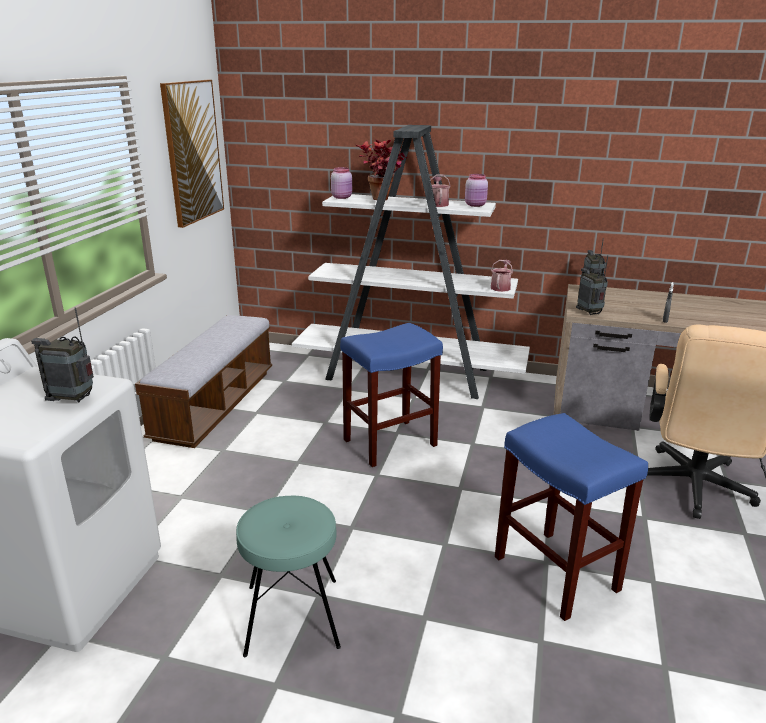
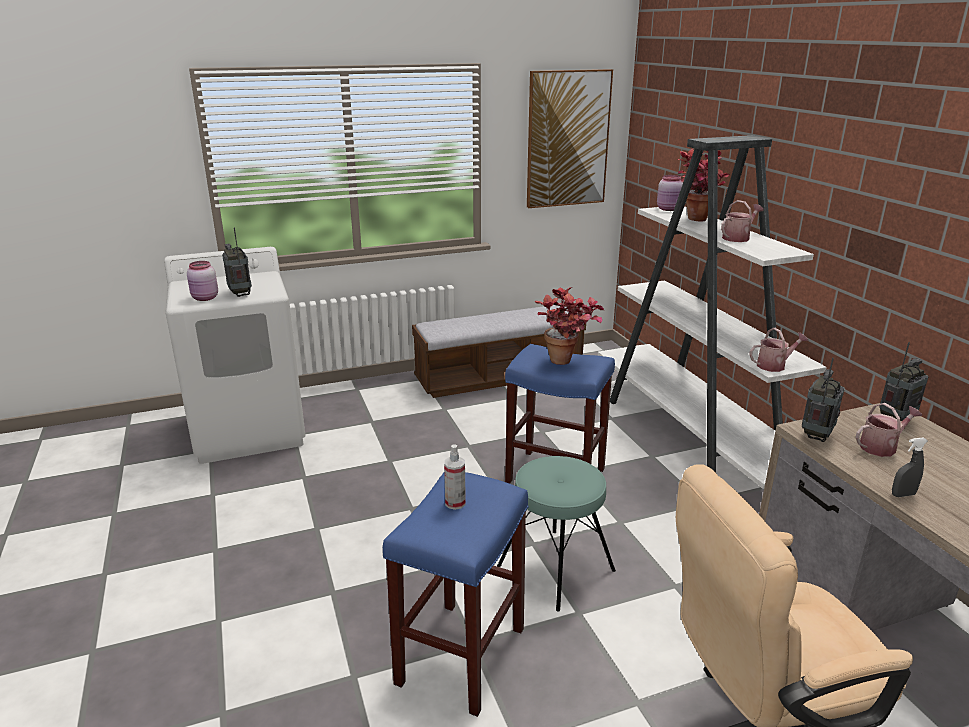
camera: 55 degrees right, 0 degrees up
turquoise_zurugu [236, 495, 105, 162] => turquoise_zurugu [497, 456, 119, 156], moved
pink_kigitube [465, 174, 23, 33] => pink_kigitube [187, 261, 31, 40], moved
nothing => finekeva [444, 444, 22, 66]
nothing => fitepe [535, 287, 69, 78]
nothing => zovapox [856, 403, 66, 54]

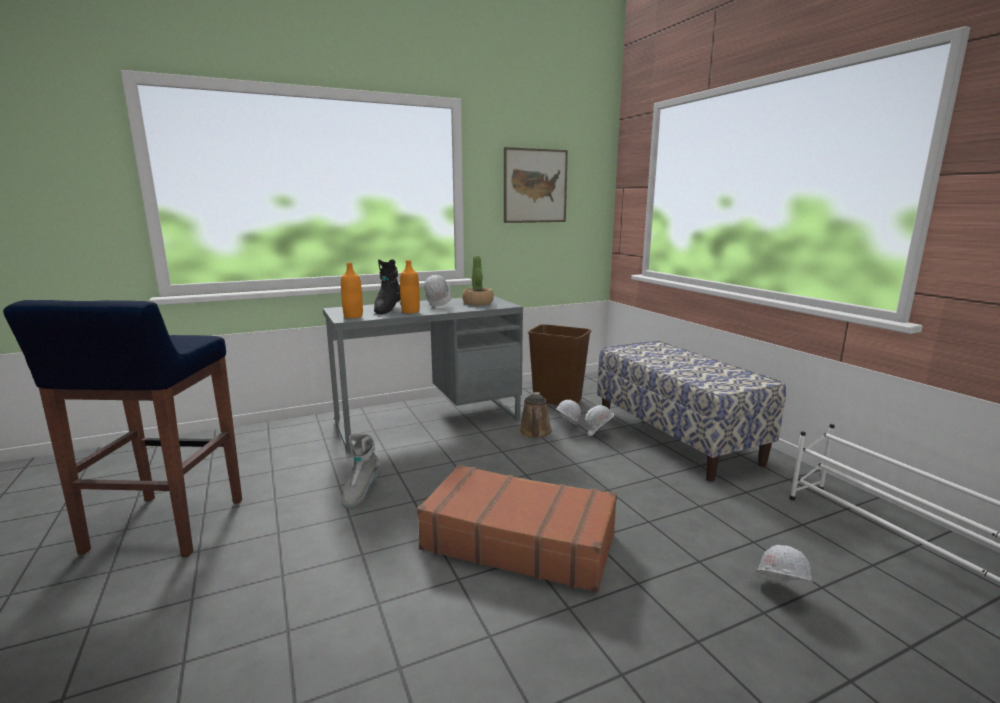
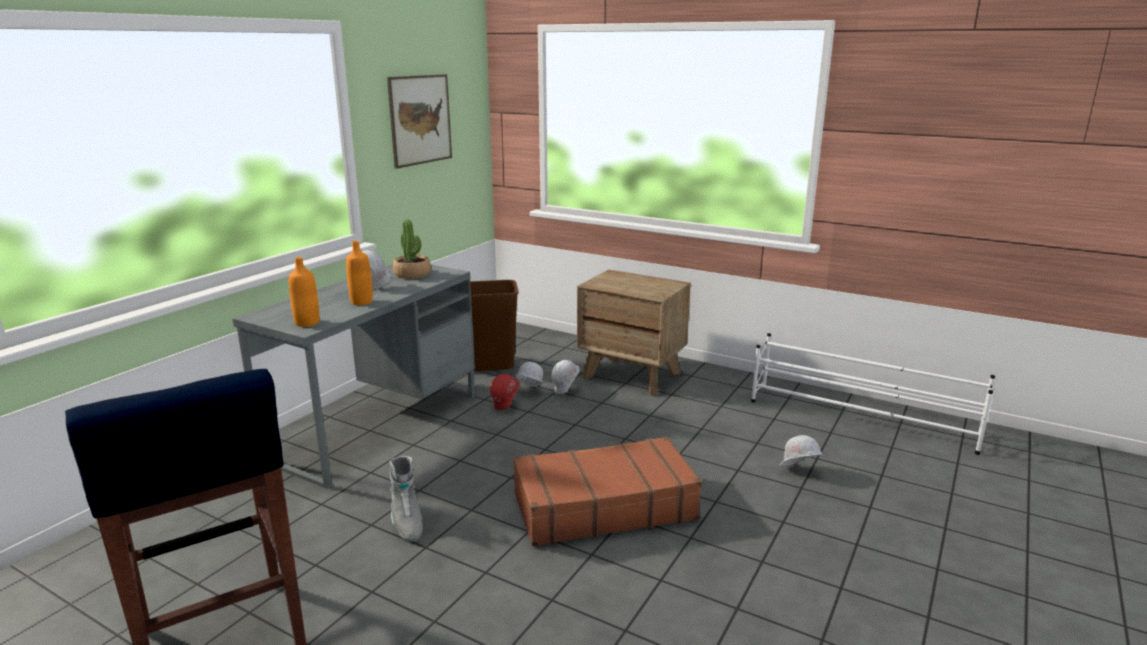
camera: 35 degrees left, 5 degrees up
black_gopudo [374, 259, 26, 55] => nothing
brown_zovapox [519, 392, 33, 46] => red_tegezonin [490, 374, 29, 36]
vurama [597, 341, 189, 141] => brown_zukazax [577, 270, 114, 125]

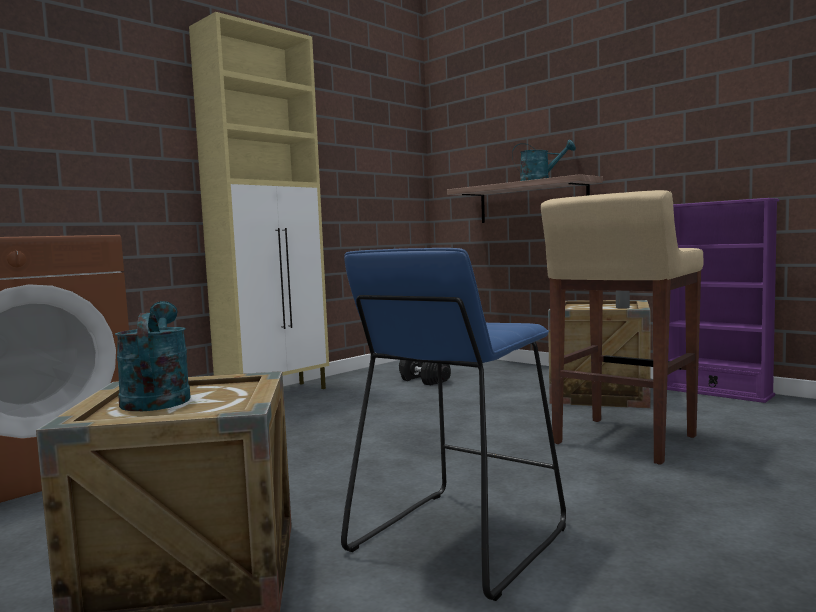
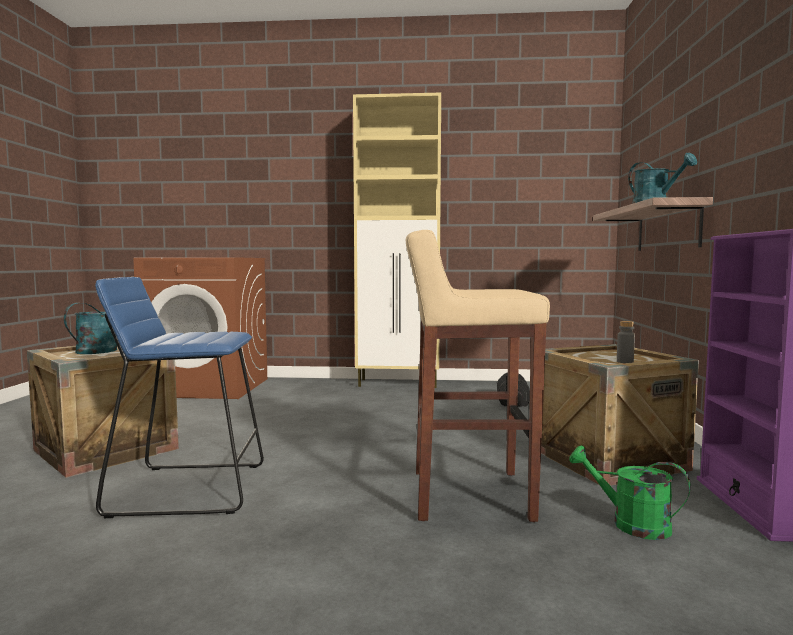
camera: 50 degrees right, 0 degrees up
nothing => green_zovapox [569, 446, 121, 94]

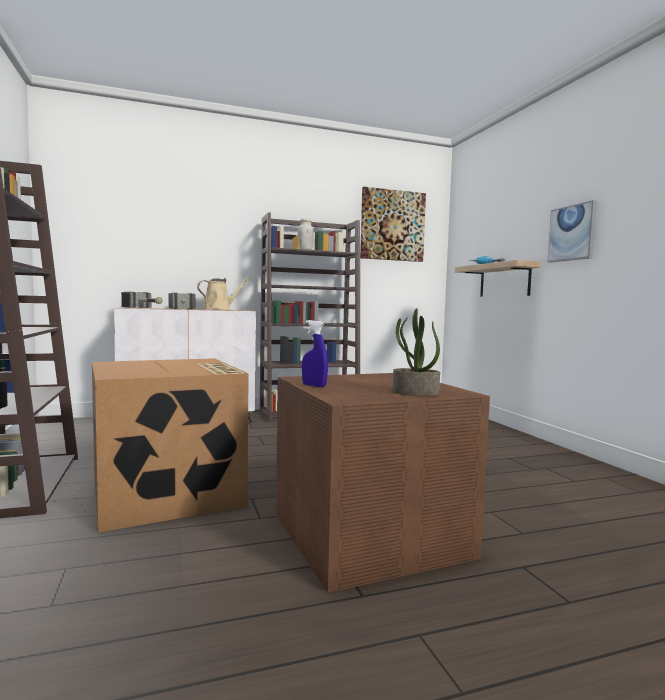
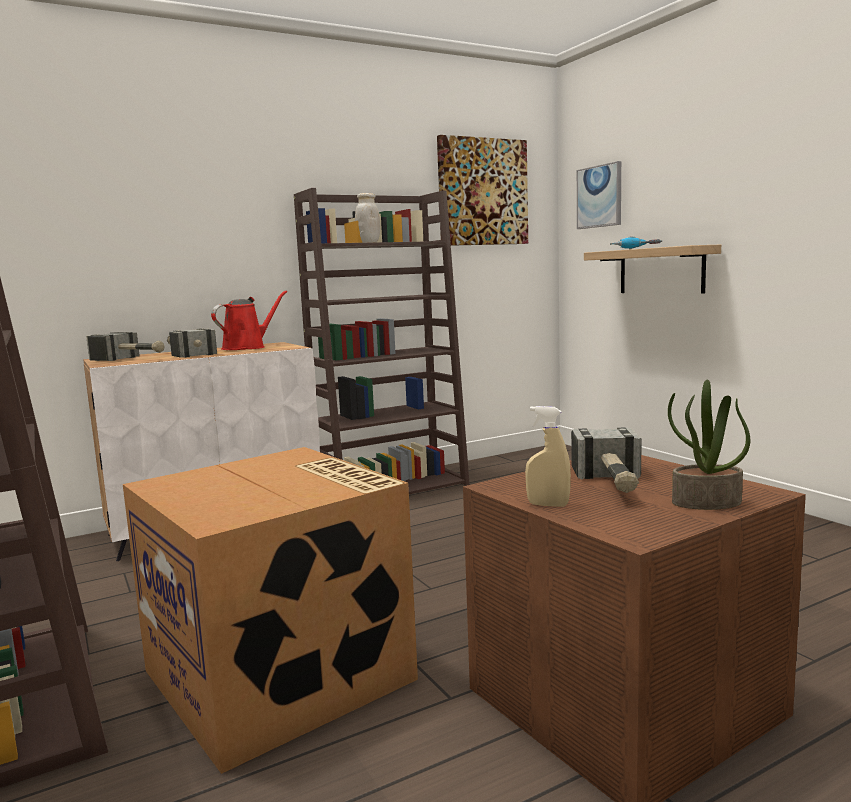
camera: 10 degrees left, 5 degrees up
beige_zovapox [197, 277, 54, 33] => red_zovapox [211, 291, 76, 59]
blue_finekeva [302, 320, 26, 67] => beige_finekeva [525, 406, 46, 101]
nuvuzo [548, 200, 49, 63] => nuvuzo [577, 161, 44, 68], moved
nothing => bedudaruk [571, 427, 71, 66]

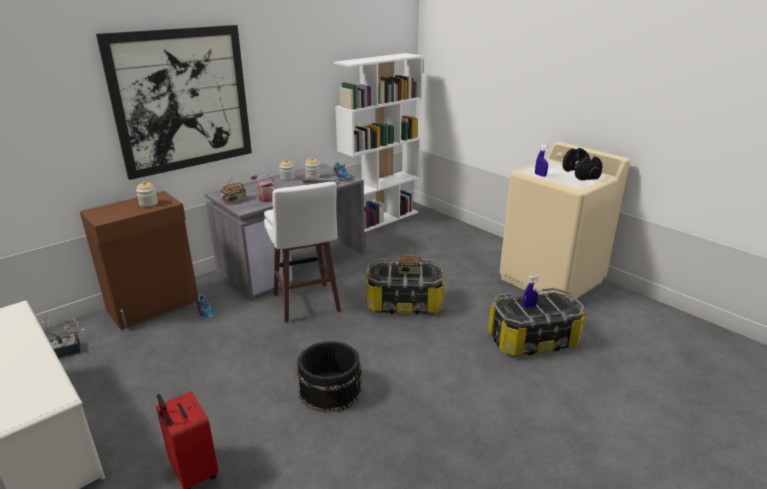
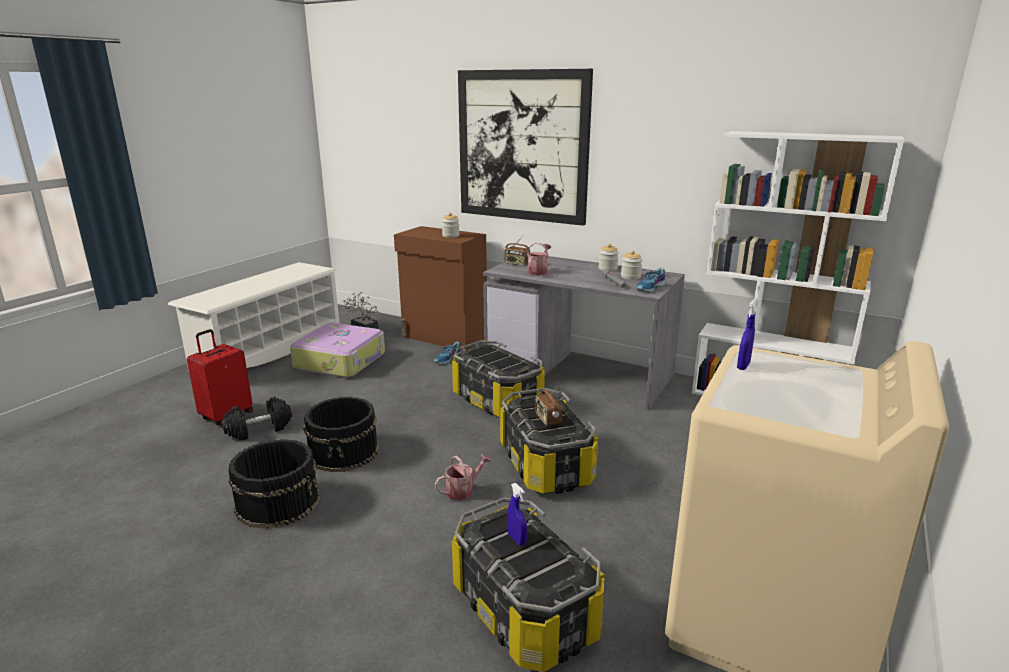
camera: 70 degrees right, 5 degrees down
white_zurugu [264, 182, 77, 141] => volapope [452, 341, 93, 77]
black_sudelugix [562, 148, 40, 32] => black_sudelugix [221, 397, 71, 44], moved
nothing => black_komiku [228, 439, 92, 90]
nothing => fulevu [290, 323, 95, 55]
nothing => zovapox [435, 454, 56, 46]

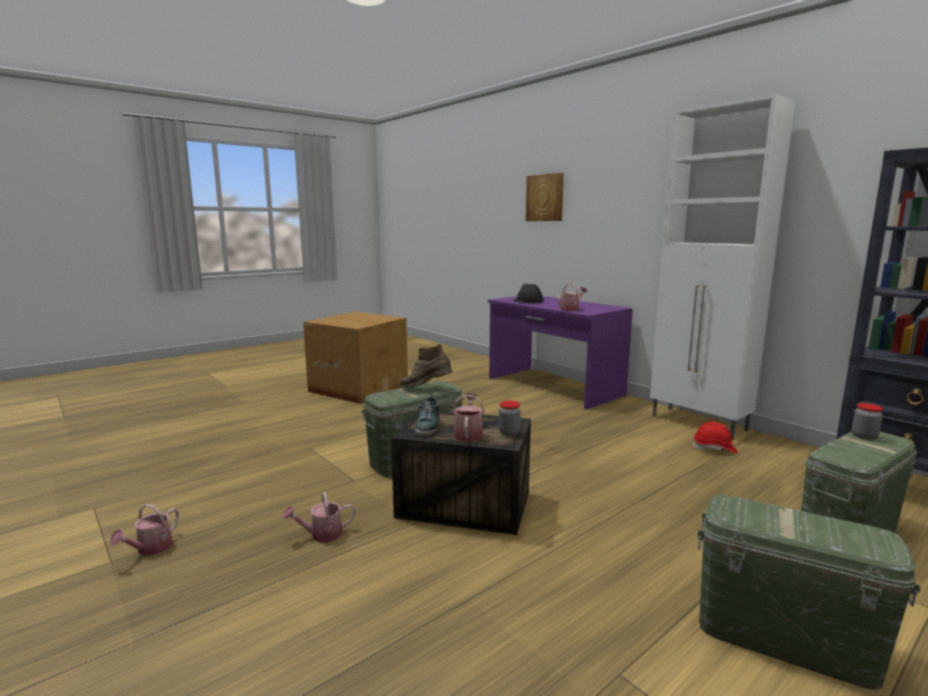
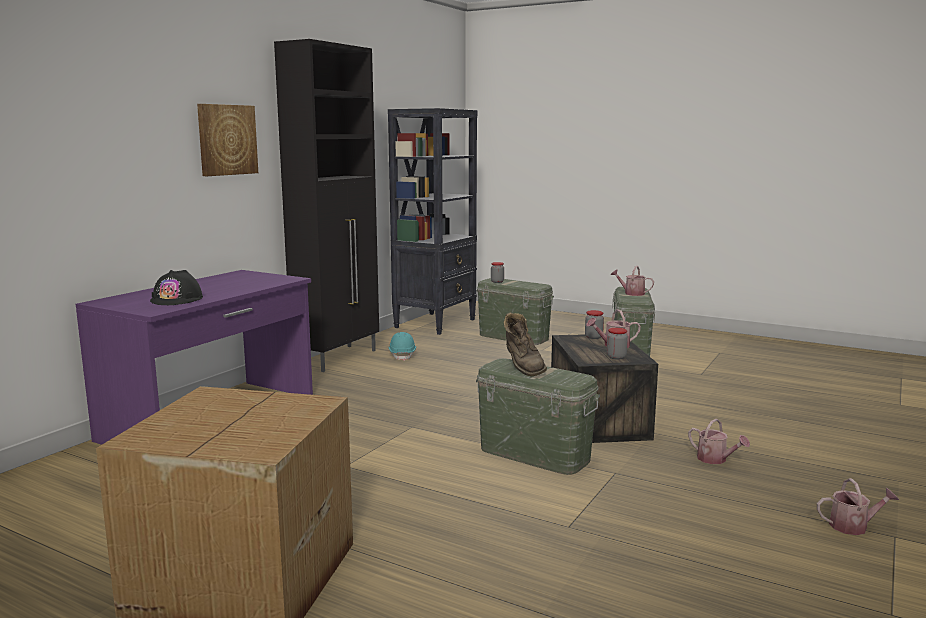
camera: 110 degrees left, 0 degrees up
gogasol [415, 395, 24, 41] => kigitube [607, 328, 21, 31]
nuvuzo [526, 173, 38, 48] => nuvuzo [197, 104, 61, 72], moved
zovapox [558, 284, 29, 27] => zovapox [611, 266, 43, 30], moved
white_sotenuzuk [650, 94, 145, 346] => black_sotenuzuk [274, 39, 105, 333]
red_tegezonin [693, 422, 45, 32] => turquoise_tegezonin [388, 332, 28, 29]

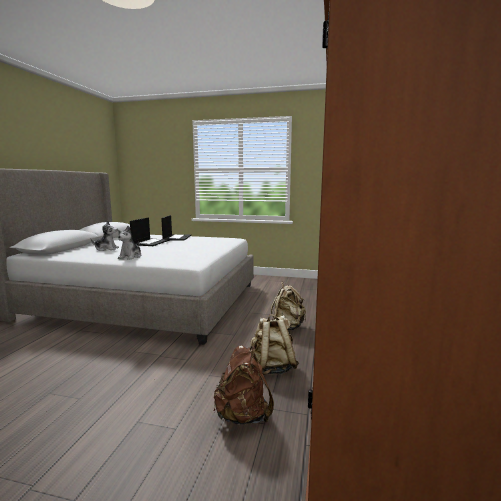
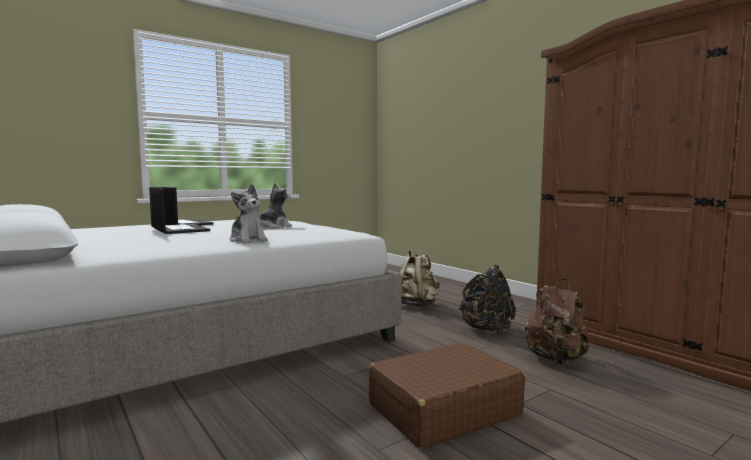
camera: 50 degrees left, 5 degrees down
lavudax [90, 221, 29, 30] => lavudax [260, 183, 32, 46], moved
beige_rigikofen [250, 314, 49, 61] => black_rigikofen [458, 265, 58, 70]
nothing => brown_fulevu [369, 342, 156, 107]

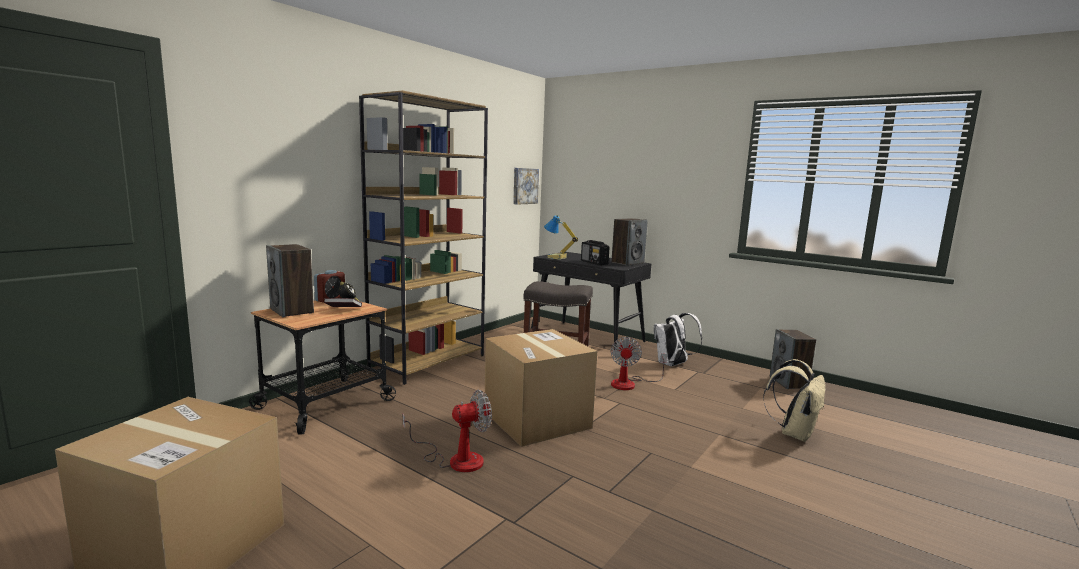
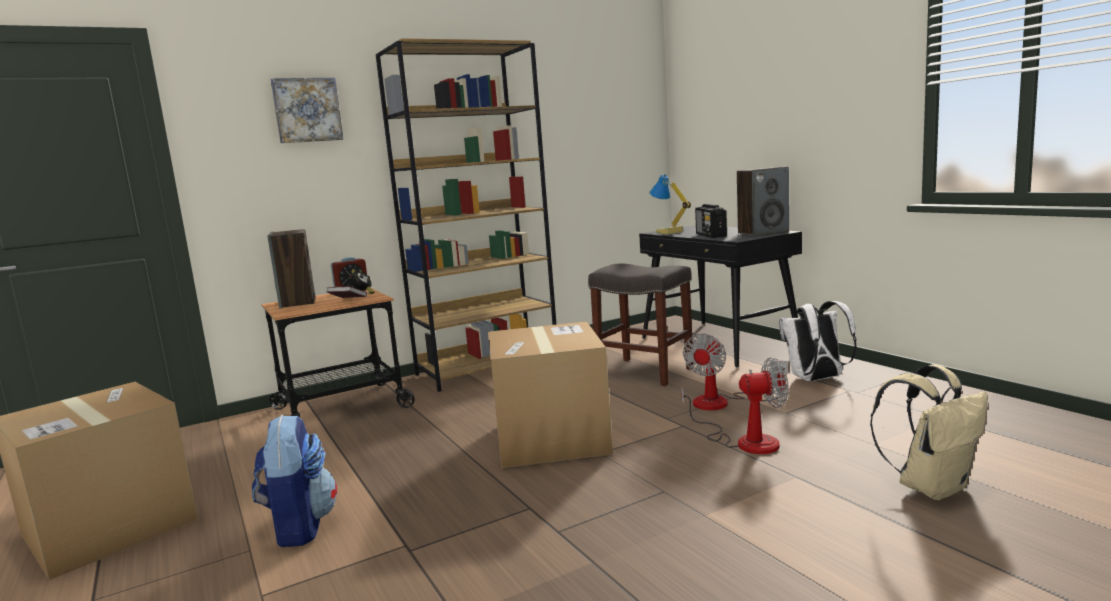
camera: 25 degrees right, 0 degrees up
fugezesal [403, 390, 89, 82] => fugezesal [681, 357, 107, 97], moved
nuvuzo [513, 168, 26, 36] => nuvuzo [270, 78, 73, 65], moved
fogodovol [770, 329, 46, 60] => nothing
nothing => rigikofen [252, 415, 85, 132]

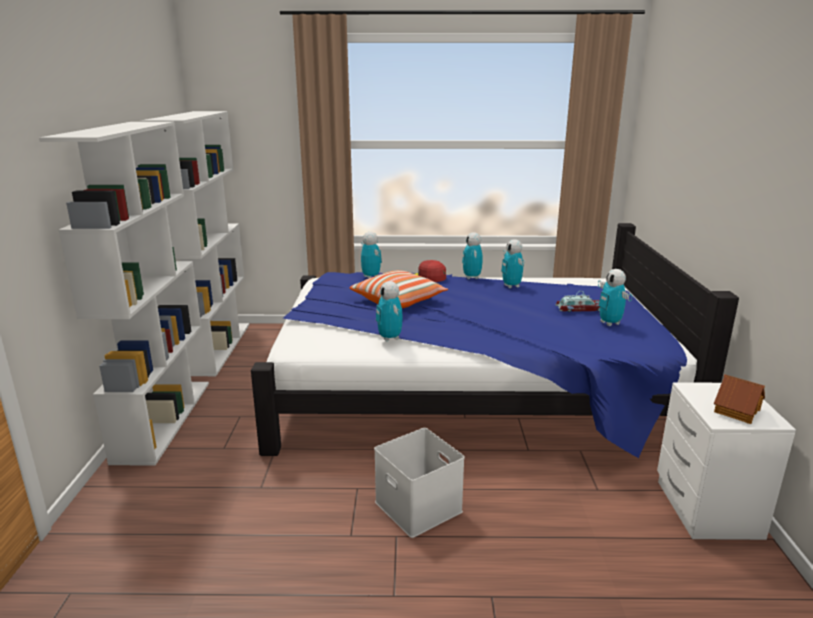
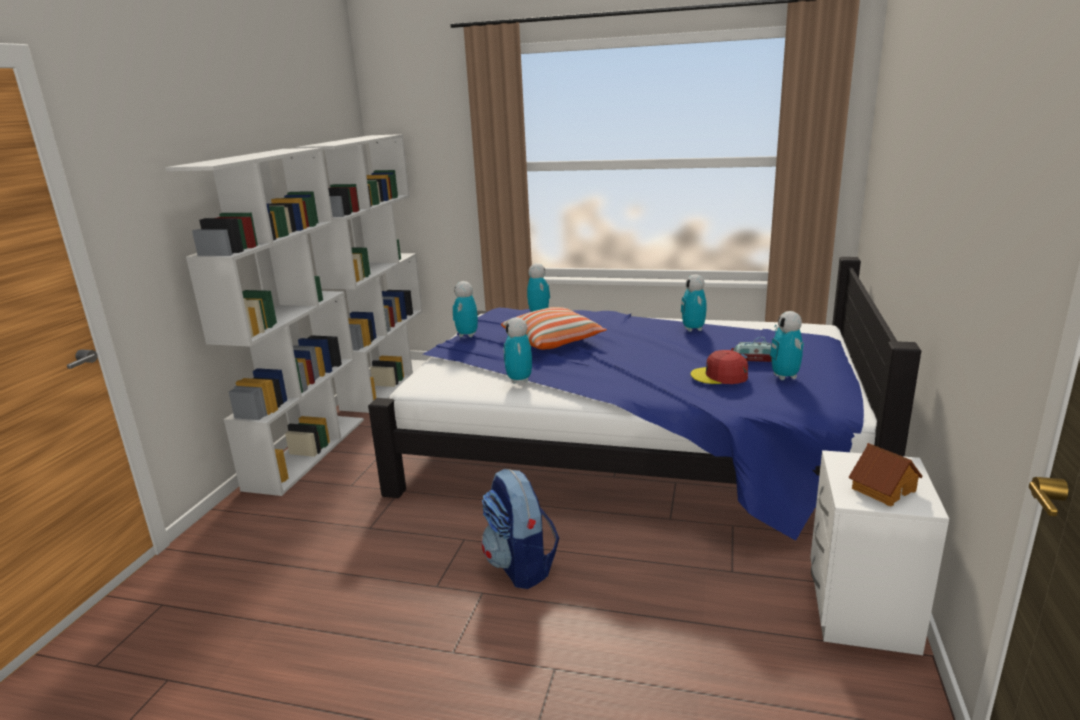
camera: 15 degrees right, 0 degrees up
white_volapope [374, 428, 91, 110] => rigikofen [482, 469, 77, 120]
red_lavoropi [415, 260, 31, 22] => red_lavoropi [691, 350, 57, 34], moved
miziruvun [462, 232, 21, 47] => miziruvun [453, 281, 25, 57], moved

